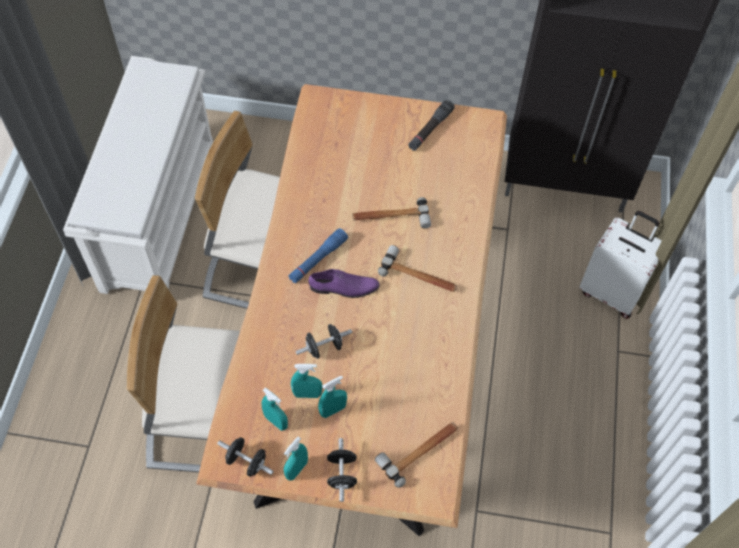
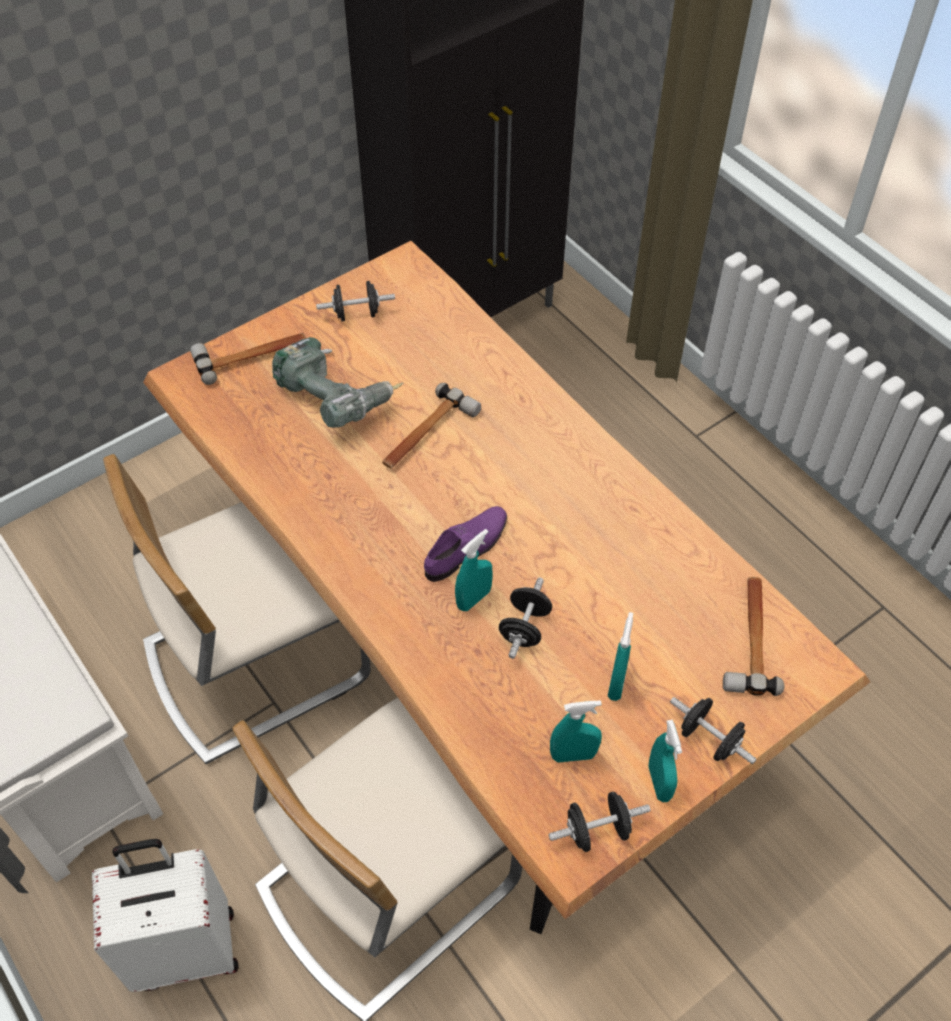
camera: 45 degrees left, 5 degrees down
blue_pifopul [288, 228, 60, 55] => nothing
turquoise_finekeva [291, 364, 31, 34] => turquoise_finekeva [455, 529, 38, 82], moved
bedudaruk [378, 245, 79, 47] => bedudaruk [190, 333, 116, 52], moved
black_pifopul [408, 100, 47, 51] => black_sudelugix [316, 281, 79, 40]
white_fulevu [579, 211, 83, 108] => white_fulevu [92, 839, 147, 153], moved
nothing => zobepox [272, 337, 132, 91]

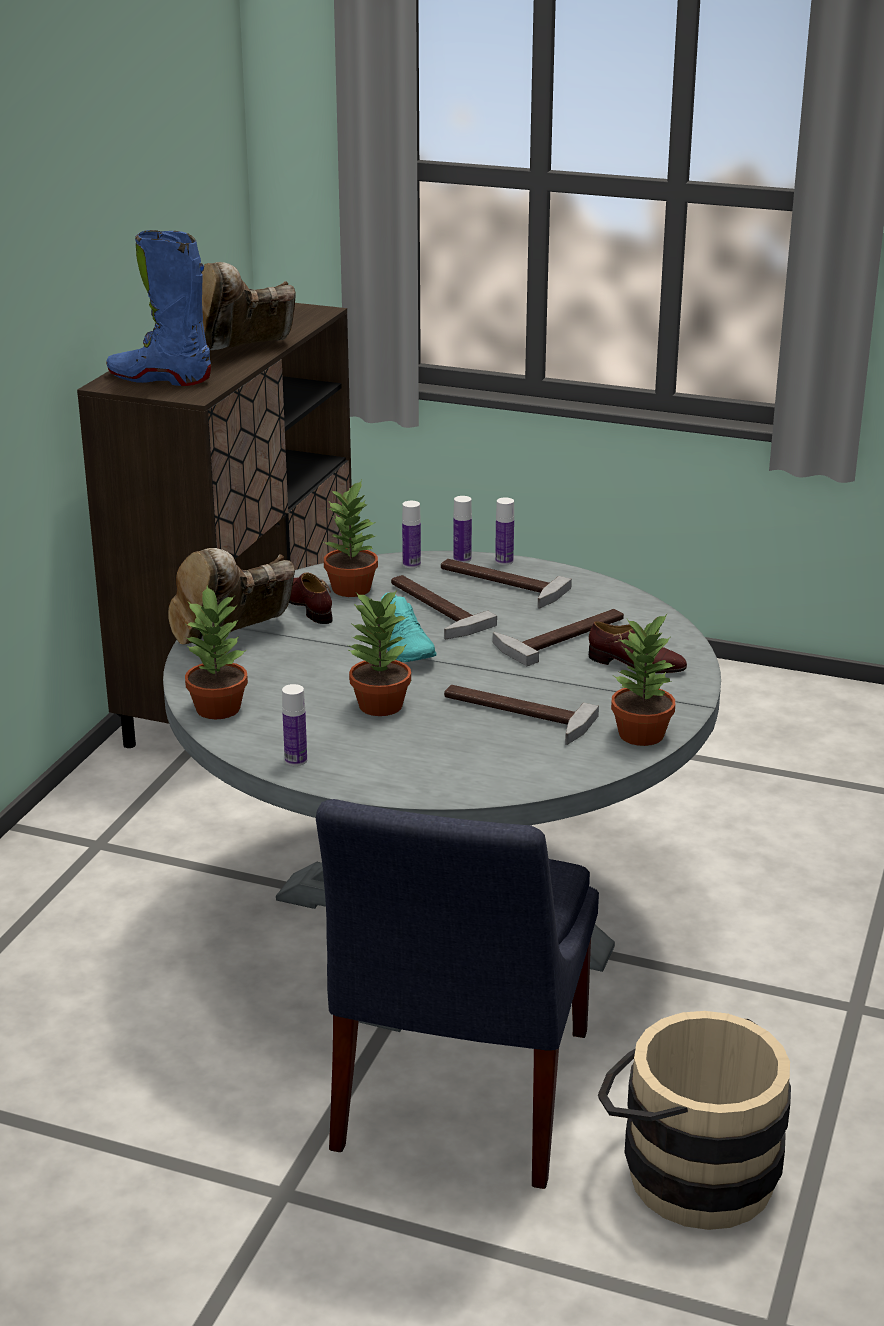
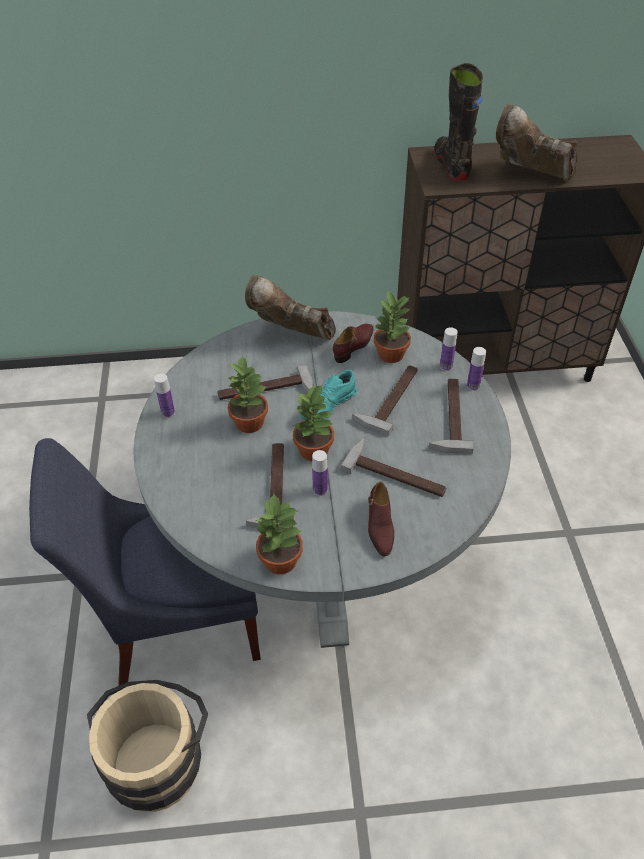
camera: 65 degrees right, 20 degrees up
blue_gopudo [106, 230, 105, 156] => black_gopudo [434, 63, 49, 118]
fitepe [184, 586, 64, 133] => fitepe [293, 384, 41, 77], moved
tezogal [495, 498, 19, 67] => tezogal [312, 450, 16, 46], moved
nothing => bedudaruk [217, 365, 96, 35]

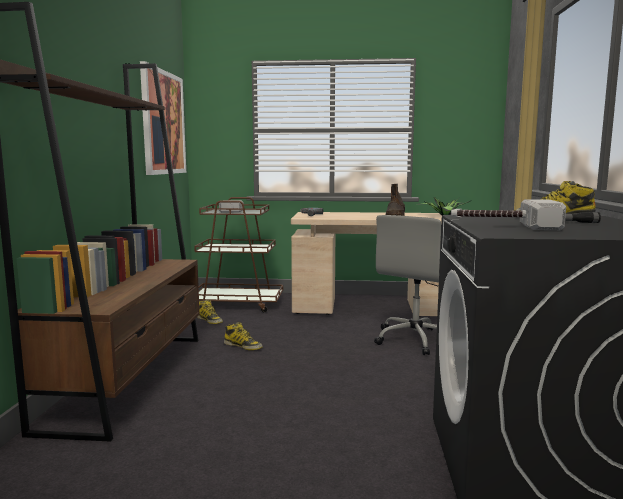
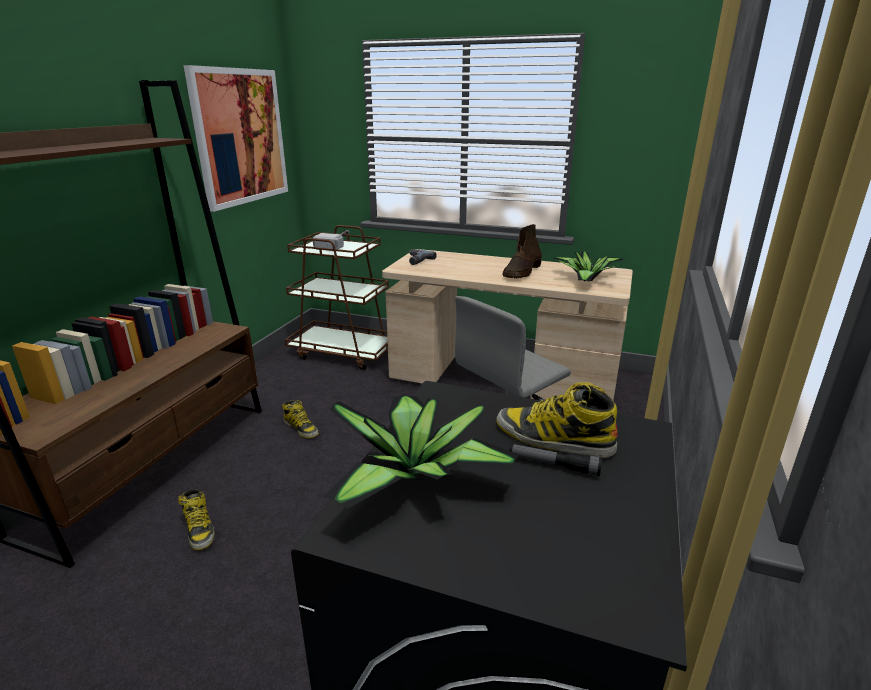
camera: 15 degrees right, 15 degrees up
gopudo [197, 300, 26, 24] => gopudo [178, 489, 37, 61], moved
bedudaruk [451, 199, 115, 31] => fitepe [323, 396, 196, 112]

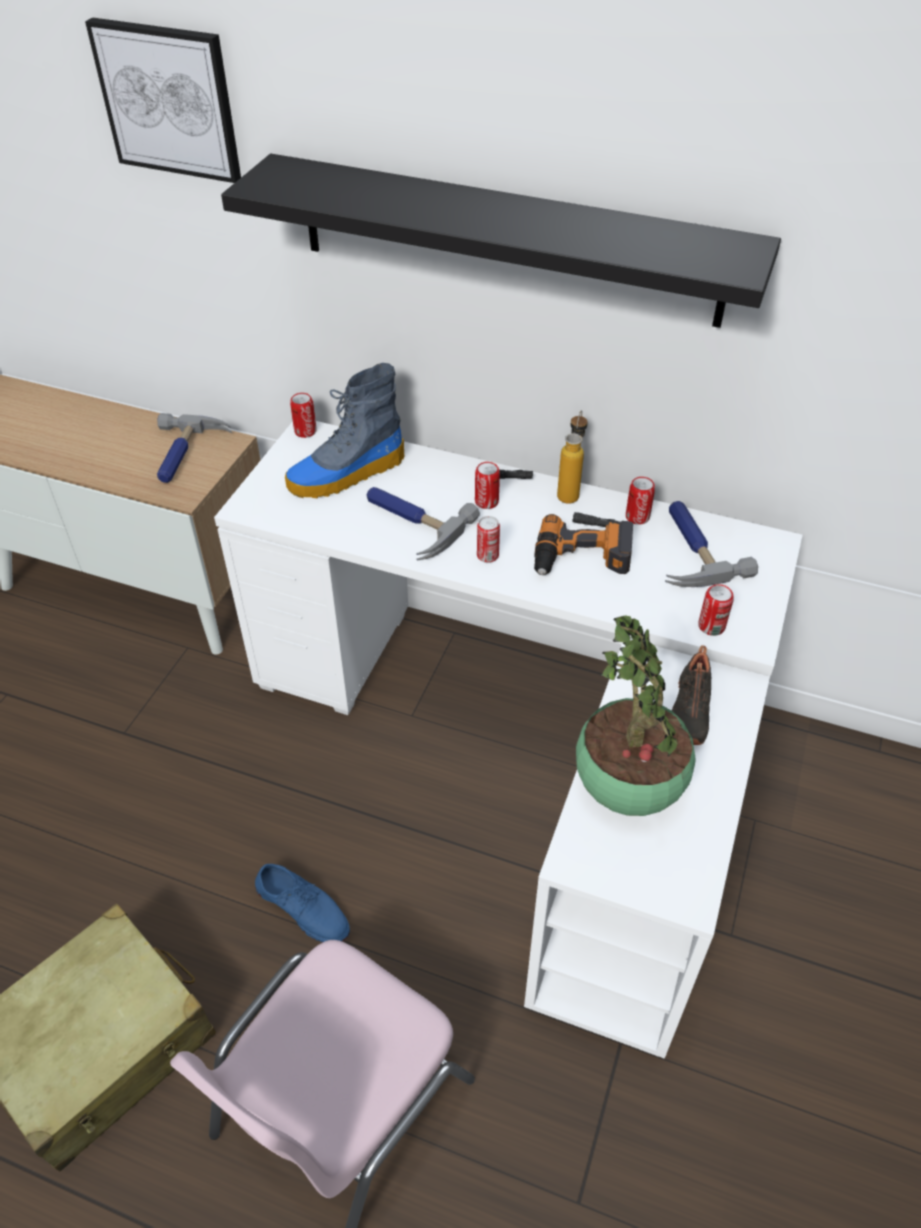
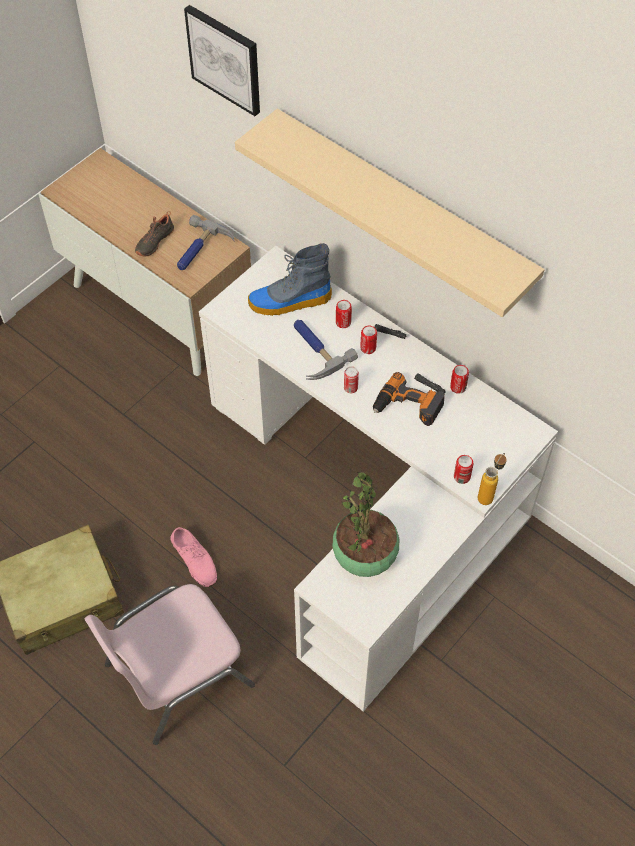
camera: 20 degrees right, 10 degrees up
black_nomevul [221, 154, 560, 174] => beige_nomevul [235, 109, 310, 208]
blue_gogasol [255, 864, 95, 79] => pink_gogasol [170, 527, 47, 60]
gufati [290, 393, 26, 45] => gufati [336, 300, 16, 28], moved
tezogal [557, 410, 31, 94] => tezogal [478, 453, 29, 52], moved
bedudaruk [665, 501, 93, 86] => nothing
black_gogasol [672, 645, 39, 100] => black_gogasol [135, 211, 39, 46], moved

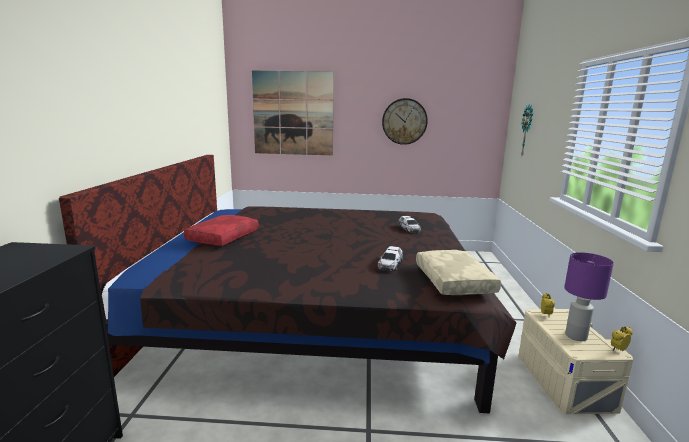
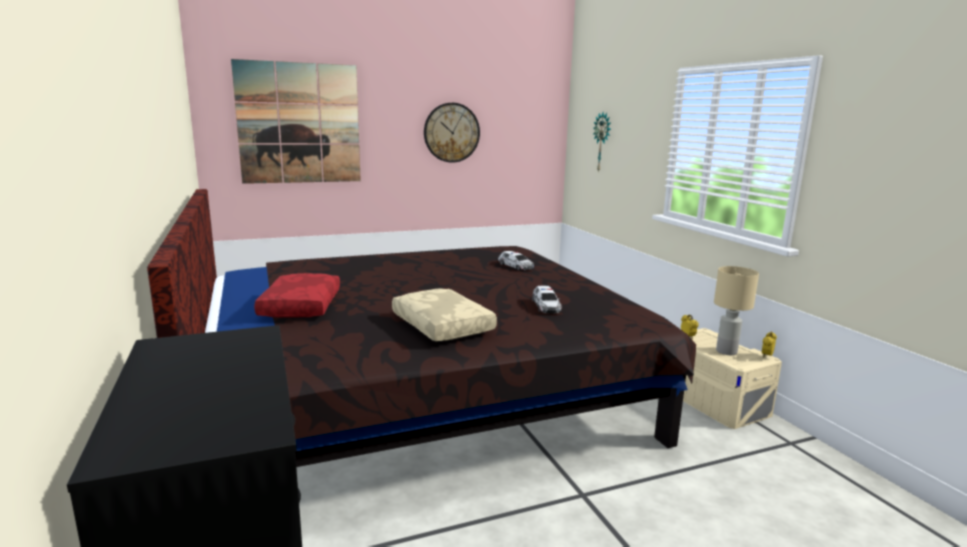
camera: 25 degrees left, 0 degrees up
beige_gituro [416, 250, 85, 45] => beige_gituro [392, 288, 105, 53], moved
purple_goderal [564, 252, 50, 89] => beige_goderal [714, 266, 45, 89]

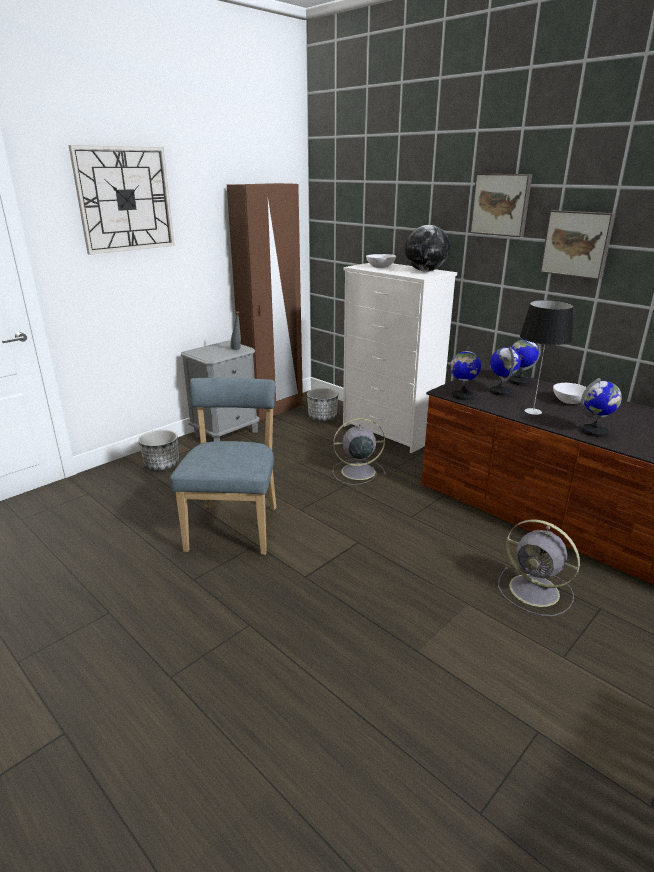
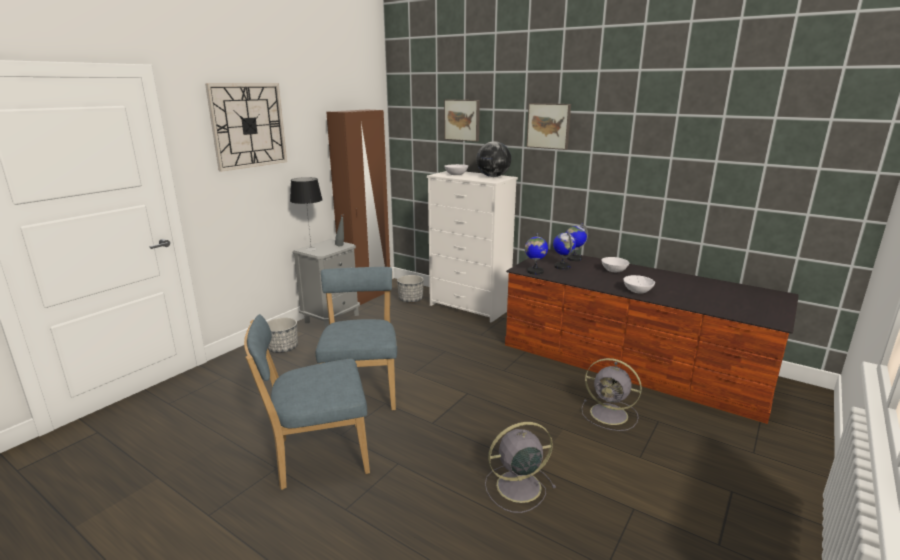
camera: 10 degrees left, 5 degrees down
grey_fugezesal [333, 418, 53, 67] => grey_fugezesal [485, 422, 71, 91], moved
goderal [520, 300, 54, 115] => goderal [290, 177, 33, 74], moved
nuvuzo [540, 210, 75, 70] => nuvuzo [444, 99, 36, 43], moved
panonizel [581, 378, 41, 59] => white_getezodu [623, 275, 32, 19]
nothing => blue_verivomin [244, 314, 126, 176]

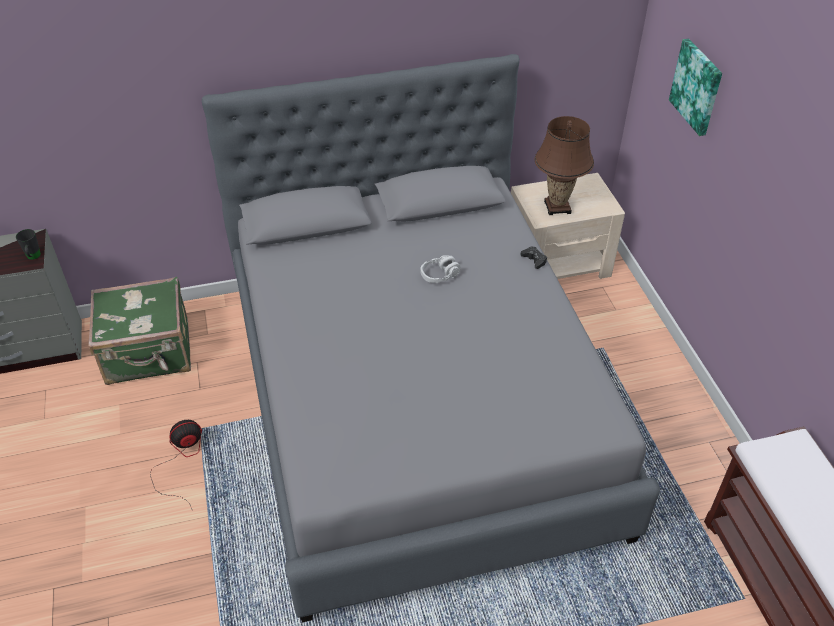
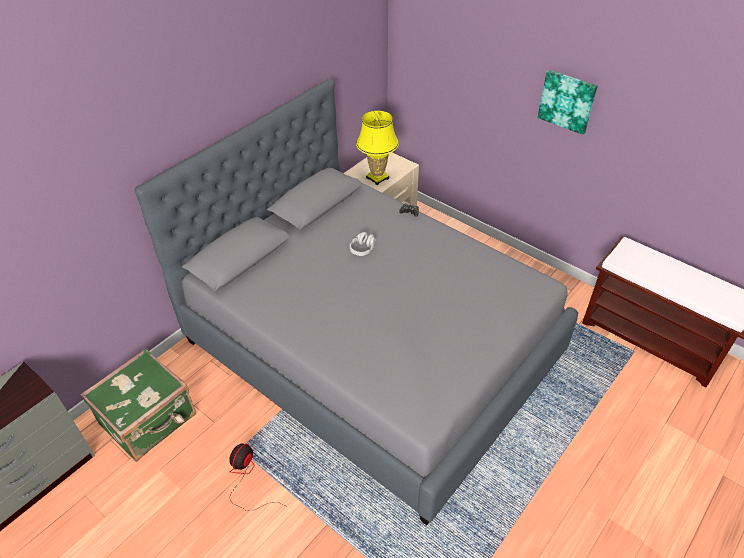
camera: 35 degrees left, 0 degrees up
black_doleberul [16, 229, 25, 31] => nothing
brown_goderal [534, 116, 60, 99] => yellow_goderal [356, 111, 43, 74]
nuvuzo [669, 39, 53, 97] => nuvuzo [538, 70, 60, 65], moved

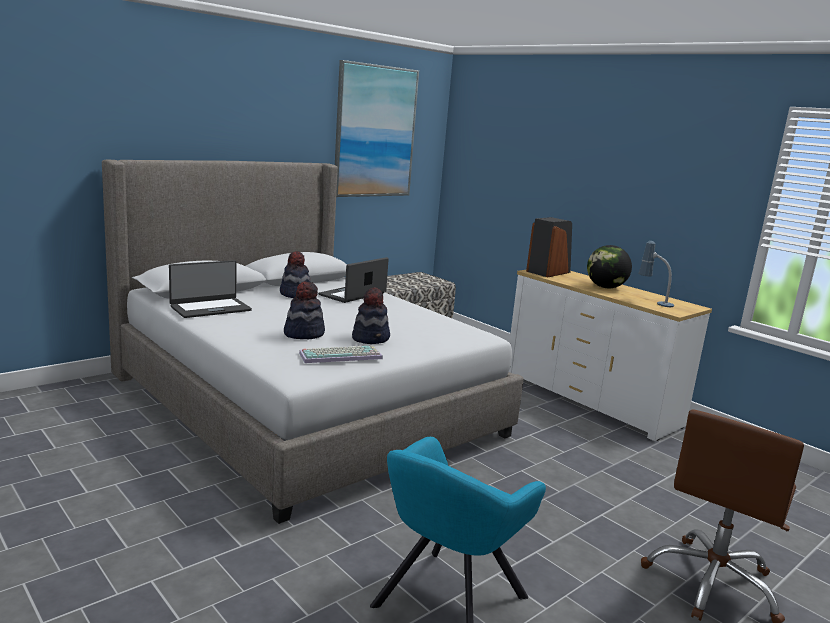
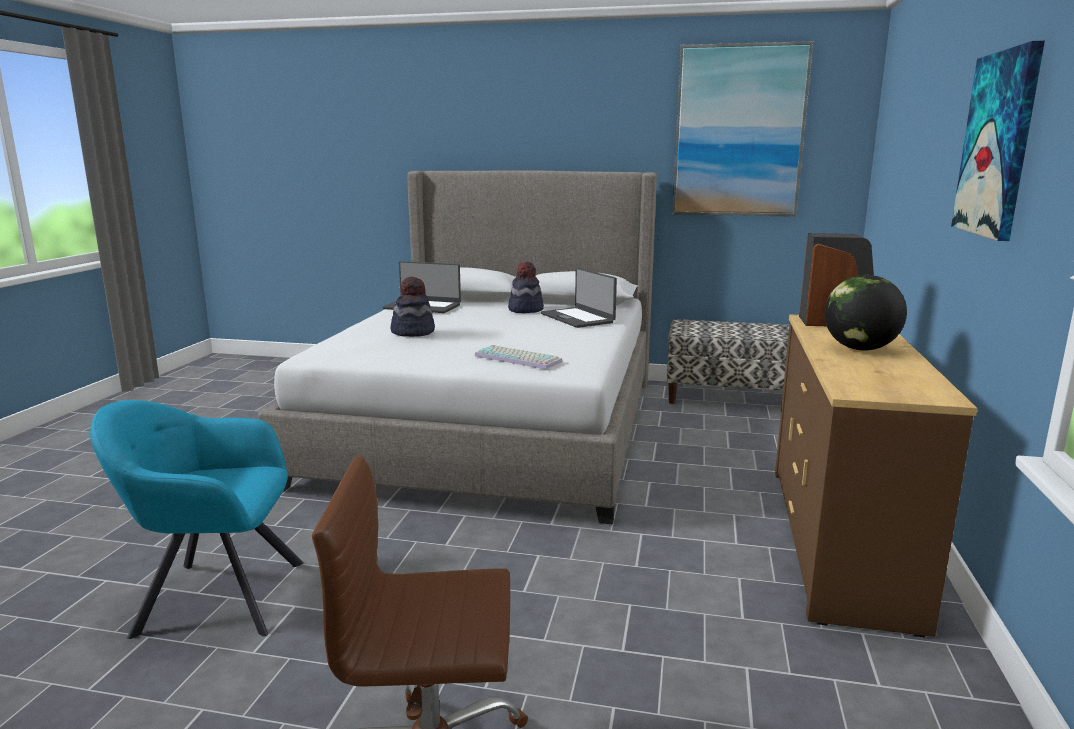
camera: 55 degrees right, 0 degrees up
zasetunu [299, 345, 84, 18] => zasetunu [475, 345, 88, 24], moved
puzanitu [318, 257, 71, 46] => puzanitu [541, 268, 76, 60], 120 degrees counterclockwise
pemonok [352, 288, 38, 56] => nothing
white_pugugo [509, 270, 203, 171] => brown_pugugo [775, 314, 203, 323]
goderal [638, 241, 36, 66] => nothing
nothing => nuvuzo [951, 41, 94, 200]

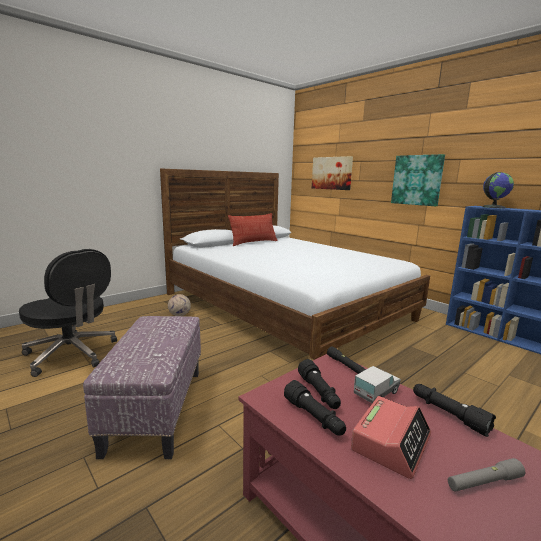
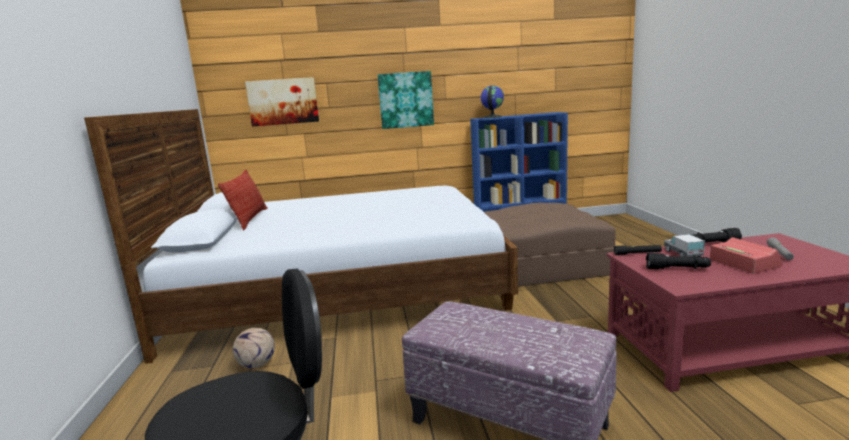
camera: 55 degrees left, 0 degrees up
black_pifopul [284, 380, 62, 56] => nothing
nothing => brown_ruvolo [484, 202, 132, 85]

